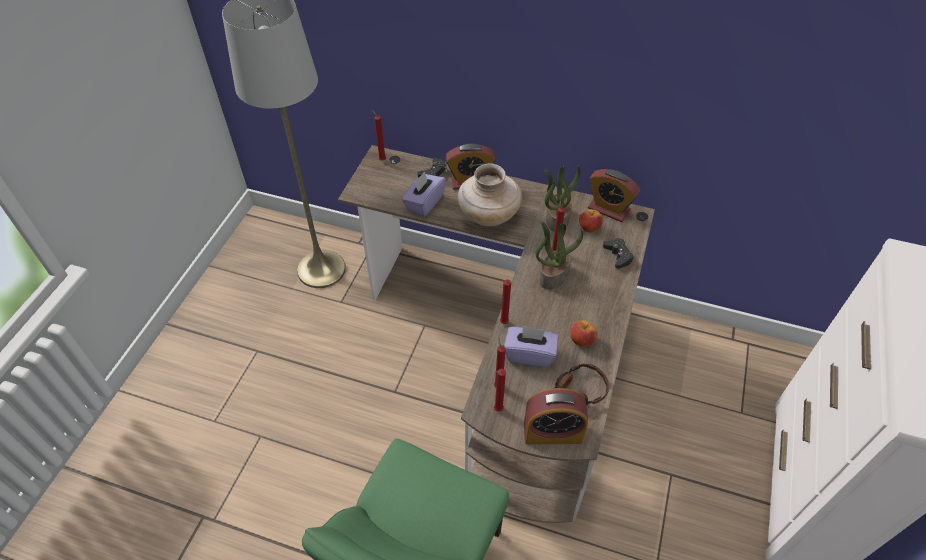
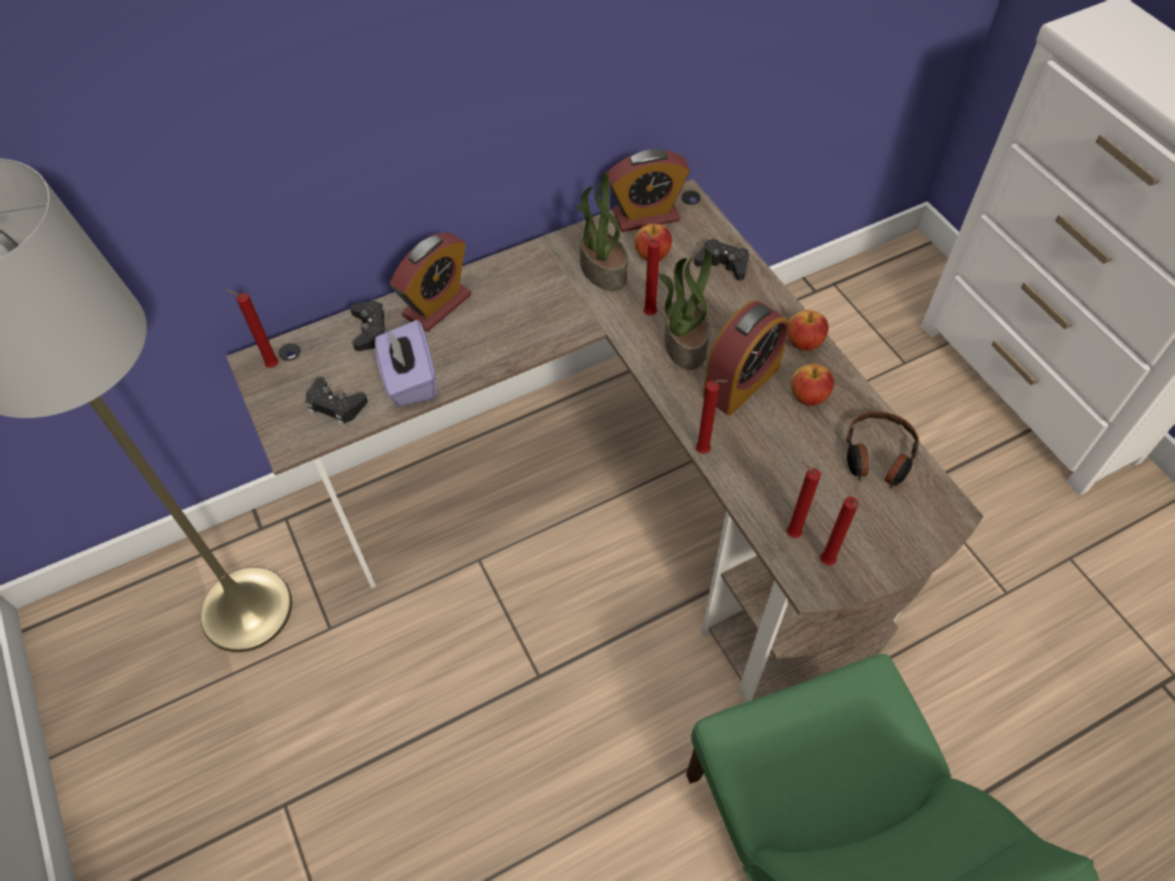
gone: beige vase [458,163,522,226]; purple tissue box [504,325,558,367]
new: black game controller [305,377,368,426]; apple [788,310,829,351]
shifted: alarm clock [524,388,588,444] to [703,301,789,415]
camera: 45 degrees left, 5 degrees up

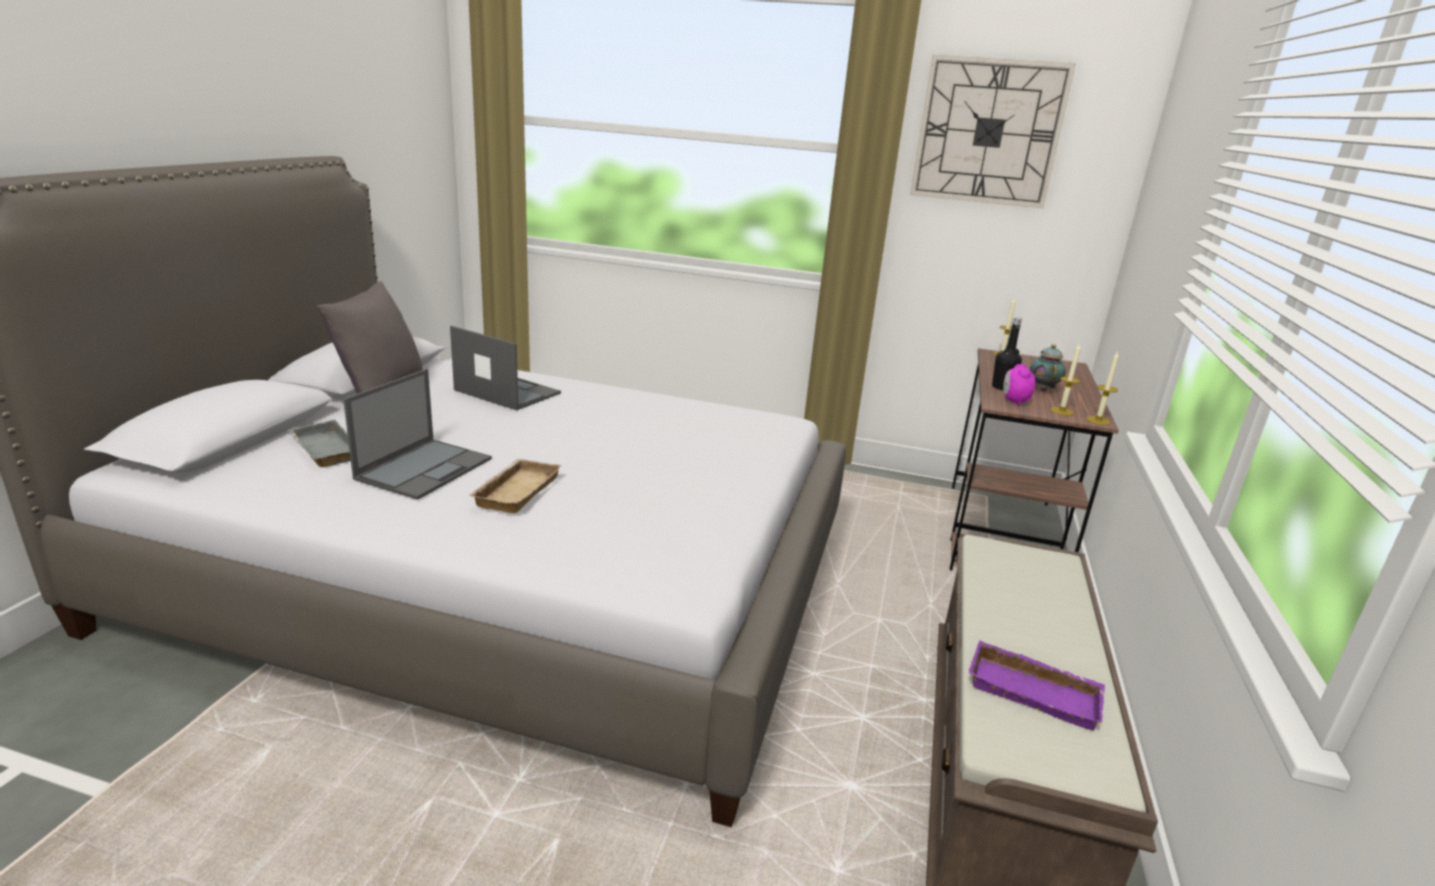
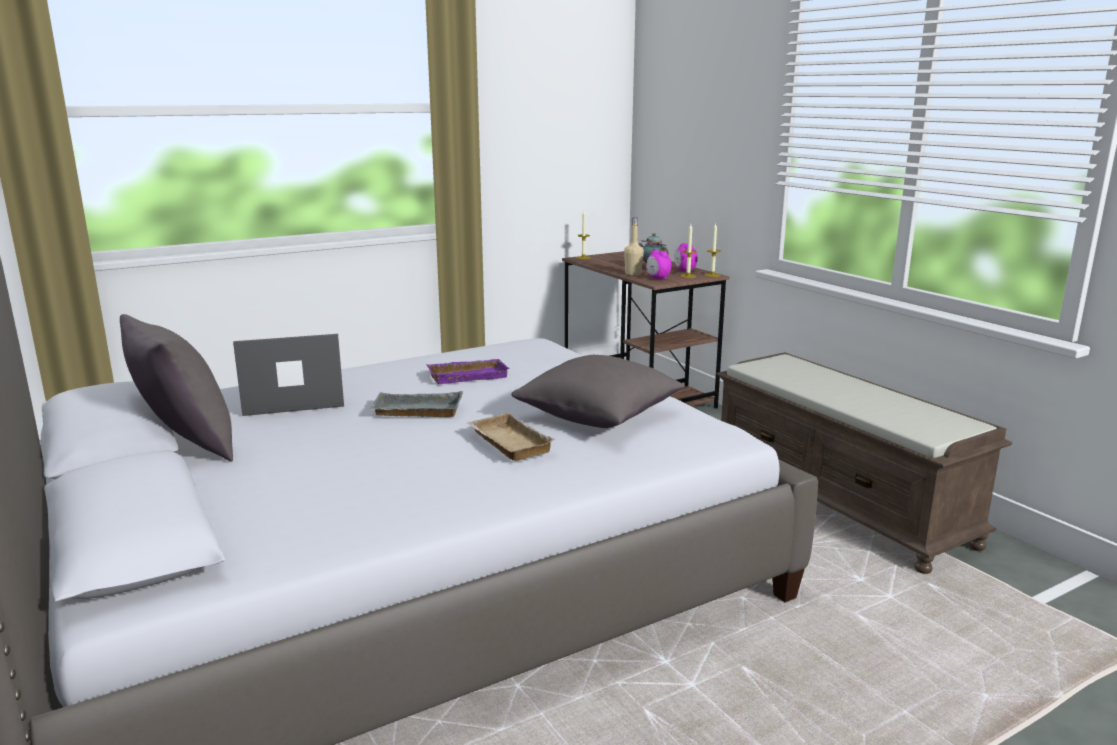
gone: laptop [343,369,492,500]; wall clock [910,55,1076,208]
new: grey pillow [511,355,685,428]; alarm clock [674,243,698,271]
shifted: grey tray [287,420,351,467] to [369,391,463,417]; purple tray [969,640,1105,730] to [426,359,510,384]
repainted: black bottle [992,317,1022,390] to beige bottle [624,218,644,276]
camera: 45 degrees left, 5 degrees down

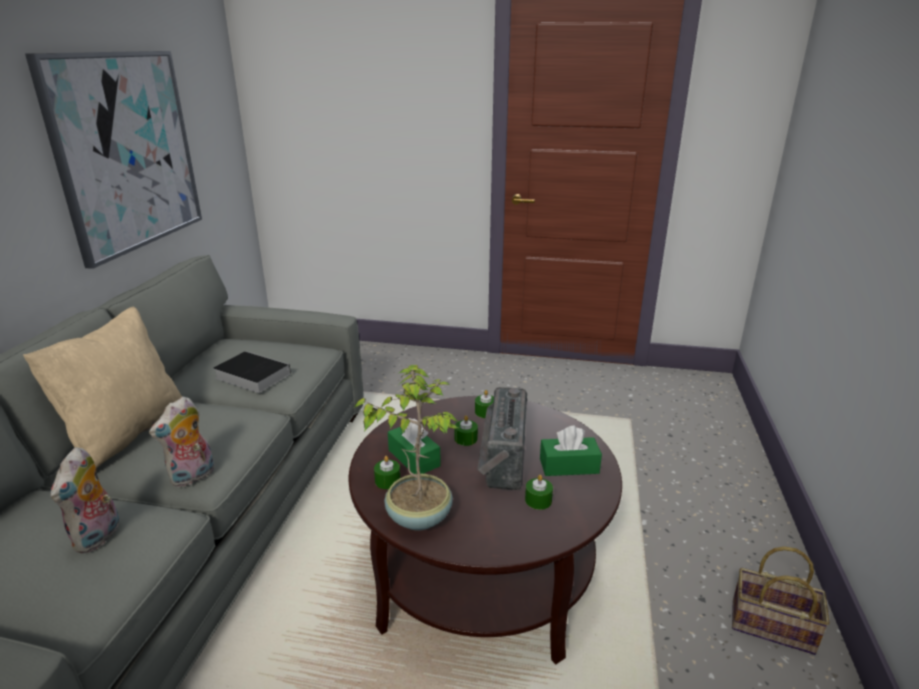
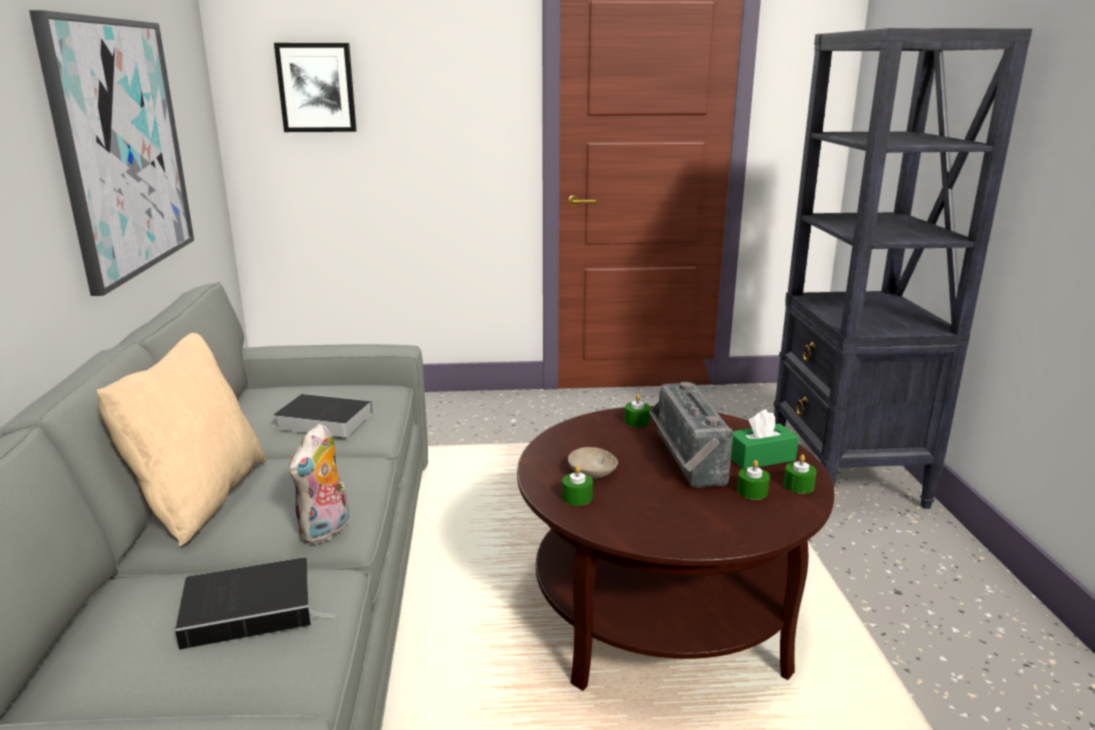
gone: potted plant [354,365,459,531]; basket [732,546,830,655]
new: picture [274,43,357,132]; black bookcase [774,28,1032,509]
shifted: green candle [455,415,478,446] to [784,454,816,494]
swapped: plush toy [50,447,119,553] to book [175,557,335,650]; green tissue box [388,418,441,474] to beige bowl [568,447,618,479]
camera: 15 degrees left, 5 degrees down

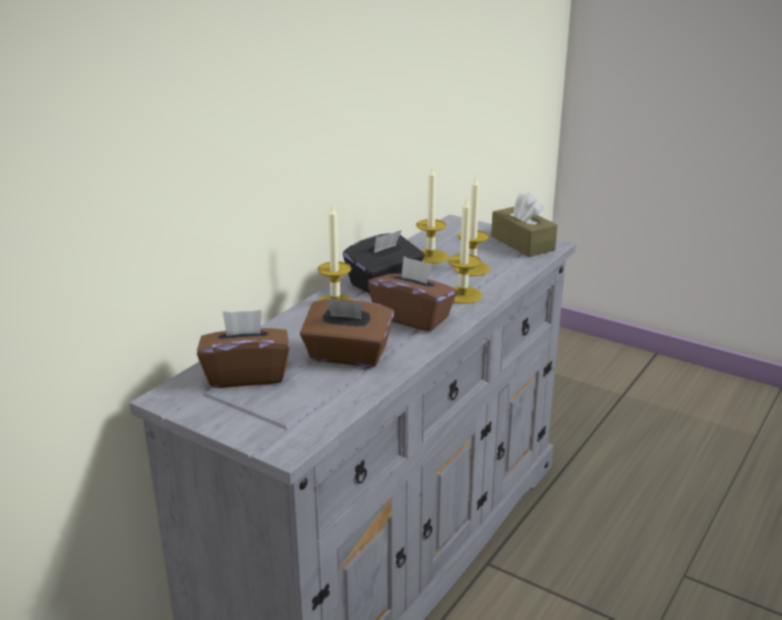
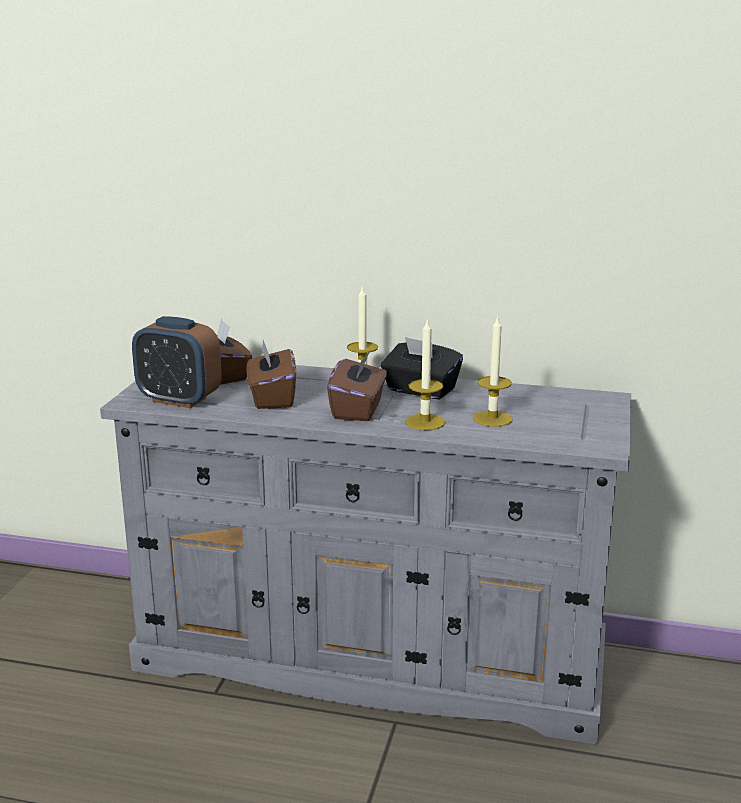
gone: candle [416,165,448,264]; brown tissue box [491,192,557,257]
new: alarm clock [132,316,222,408]
camera: 70 degrees right, 5 degrees down

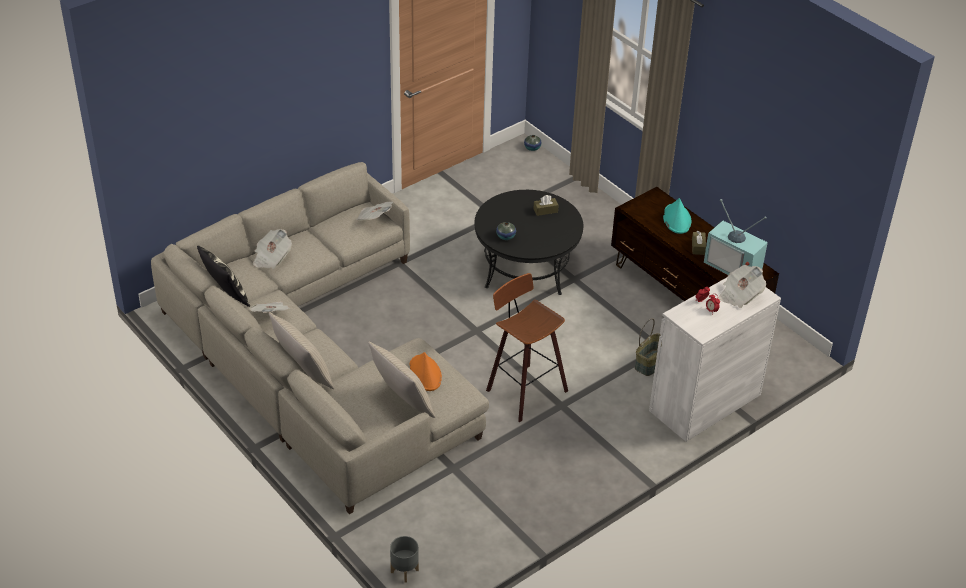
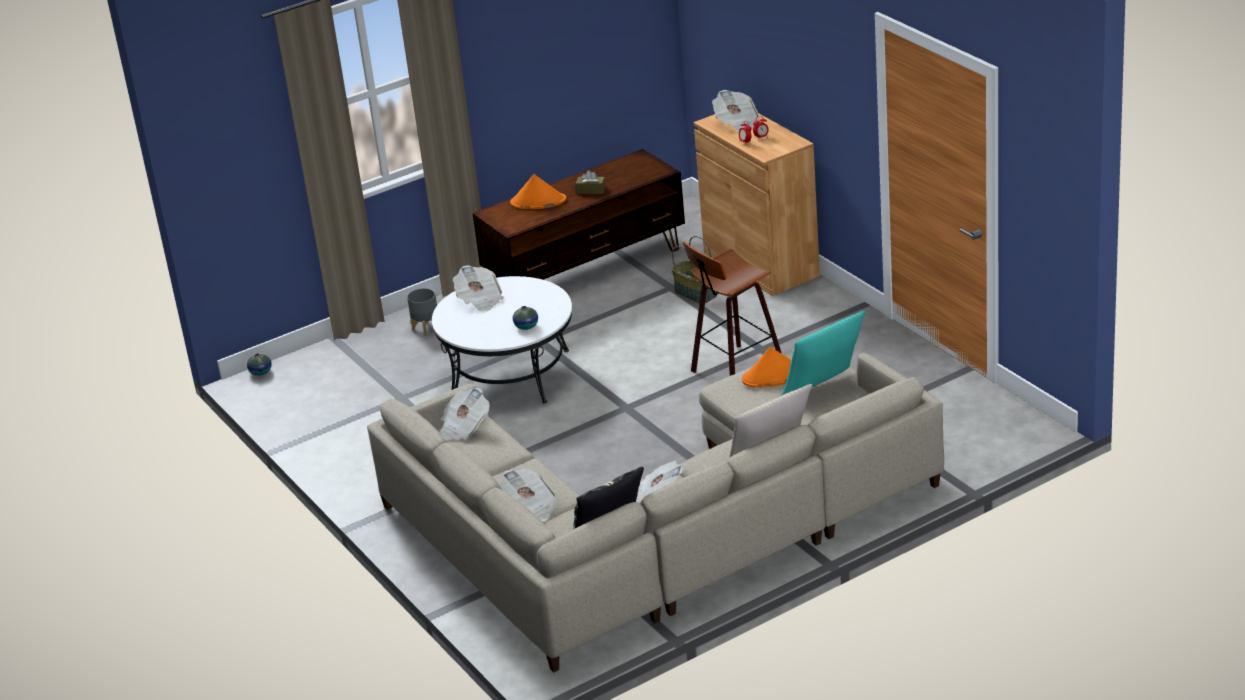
gone: television [704,199,768,275]
shifted: grey planter [390,536,419,583] to [407,288,437,336]
swapped: brown tissue box [533,195,559,216] to newspaper [453,265,504,313]
repainted: beige pillow [368,341,435,418] to turquoise pillow [781,311,866,396]; black coffee table [474,190,583,295] to white coffee table [432,276,572,404]; white cabinet [649,278,781,442] to brown cabinet [694,113,820,296]; turquoise hat [663,198,691,234] to orange hat [510,174,566,209]
camera: 80 degrees left, 10 degrees down

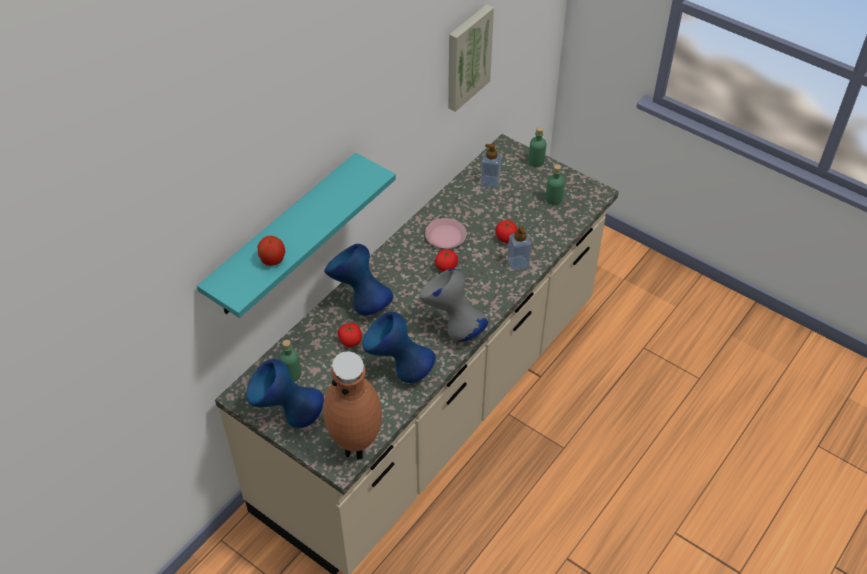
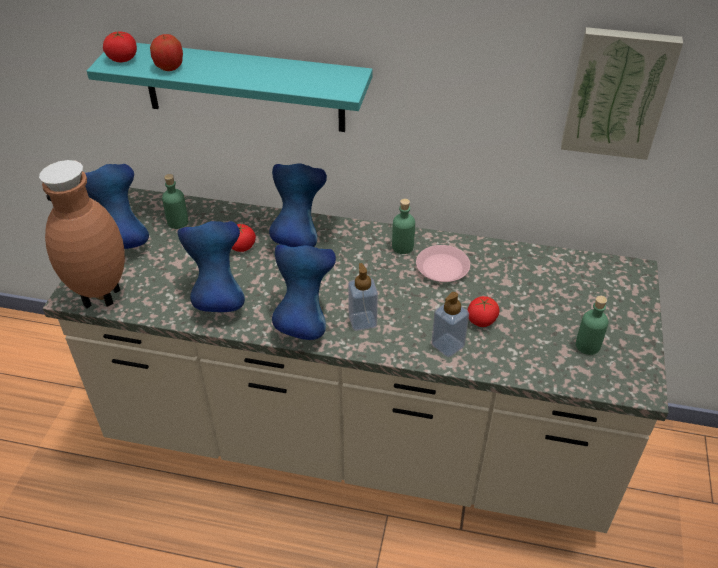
shifted: tomato [435,249,458,272] to [103,31,137,62]; soap dispenser [481,144,501,188] to [348,263,378,331]; green bottle [528,127,546,167] to [392,199,415,254]
repainted: grey vase [419,269,488,342] to blue vase [272,244,336,340]
camera: 65 degrees right, 5 degrees down

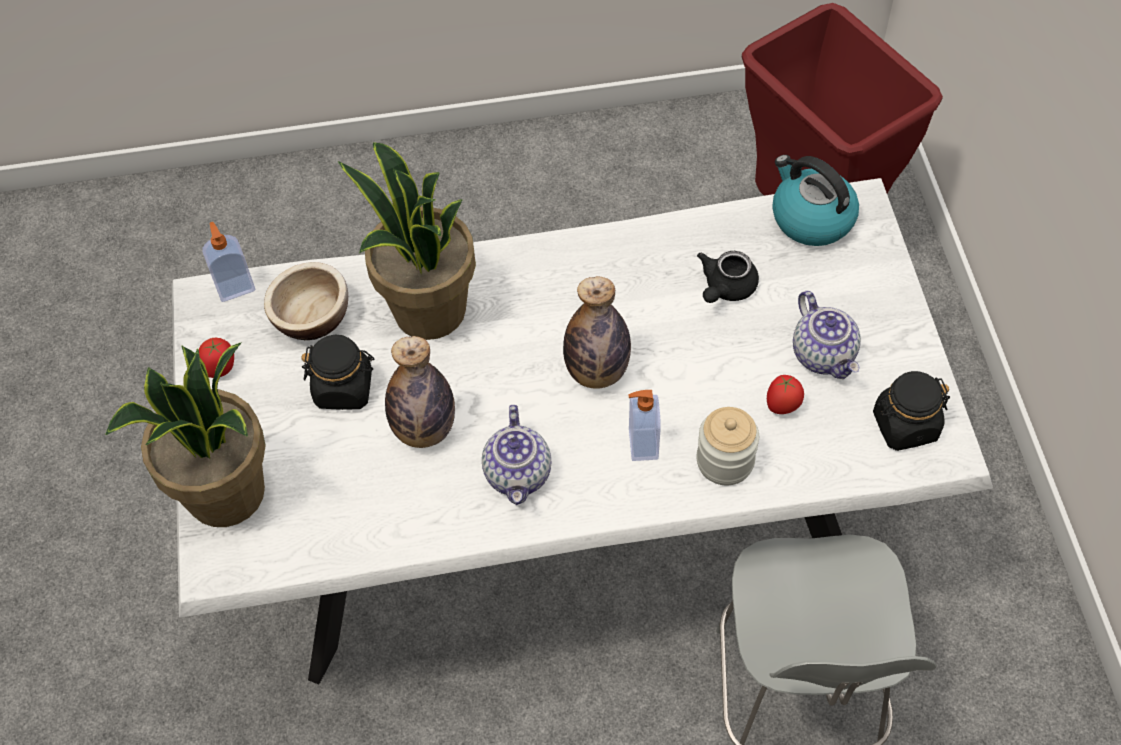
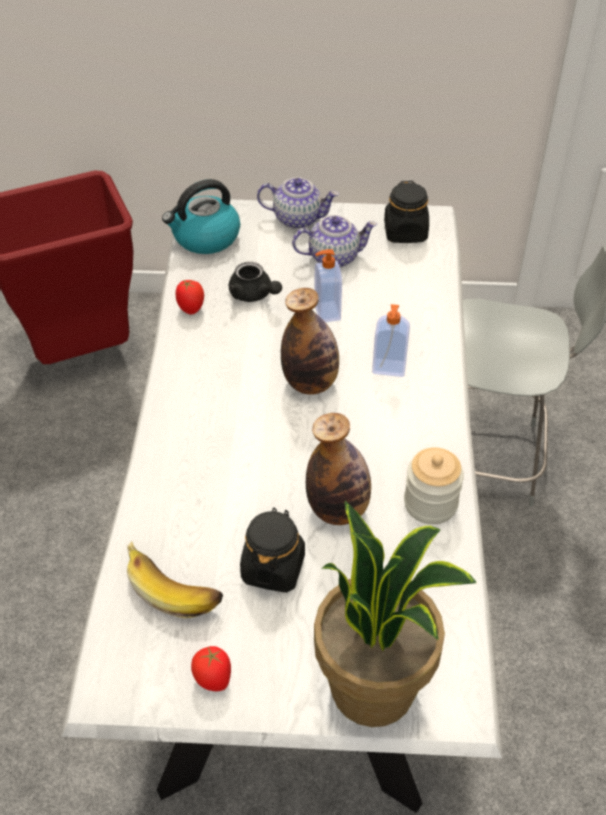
gone: potted plant [338,142,476,340]
shifted: soap dispenser [202,222,255,302] to [314,249,342,322]; teapot [482,405,551,505] to [257,177,339,229]; jar [696,407,759,485] to [404,448,464,524]; tomato [767,375,804,414] to [175,280,204,315]
swapped: bowl [264,262,348,340] to banana [127,541,223,618]
camera: 80 degrees left, 10 degrees down

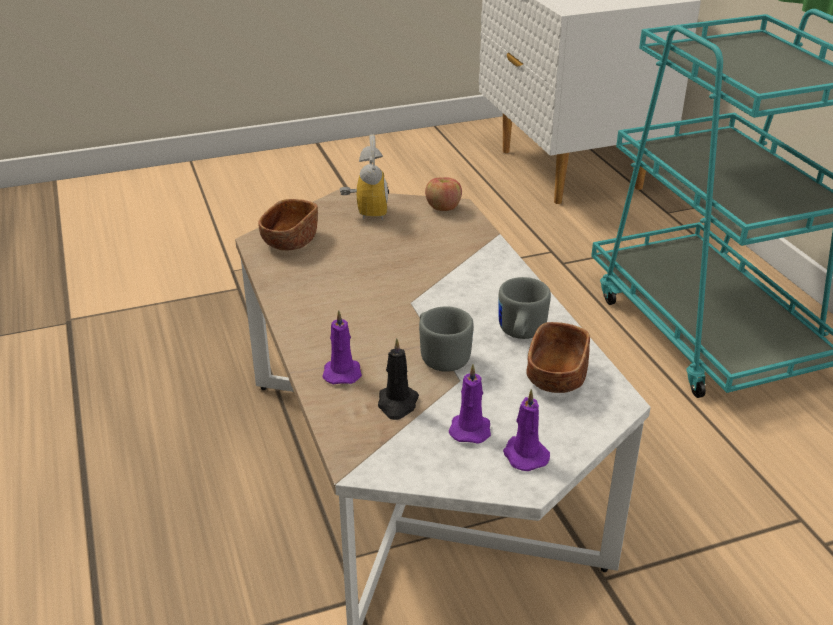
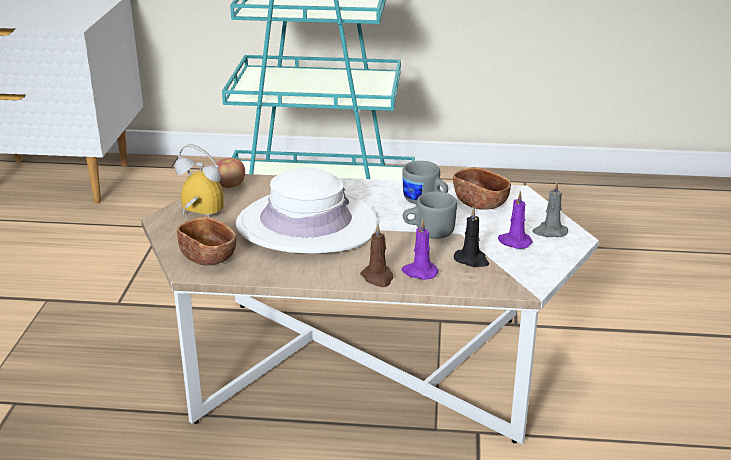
new: white hat [236,167,378,253]; brown candle [360,224,393,287]
repainted: purple candle [503,389,550,471] to grey candle [532,181,568,237]
camera: 65 degrees left, 5 degrees down

